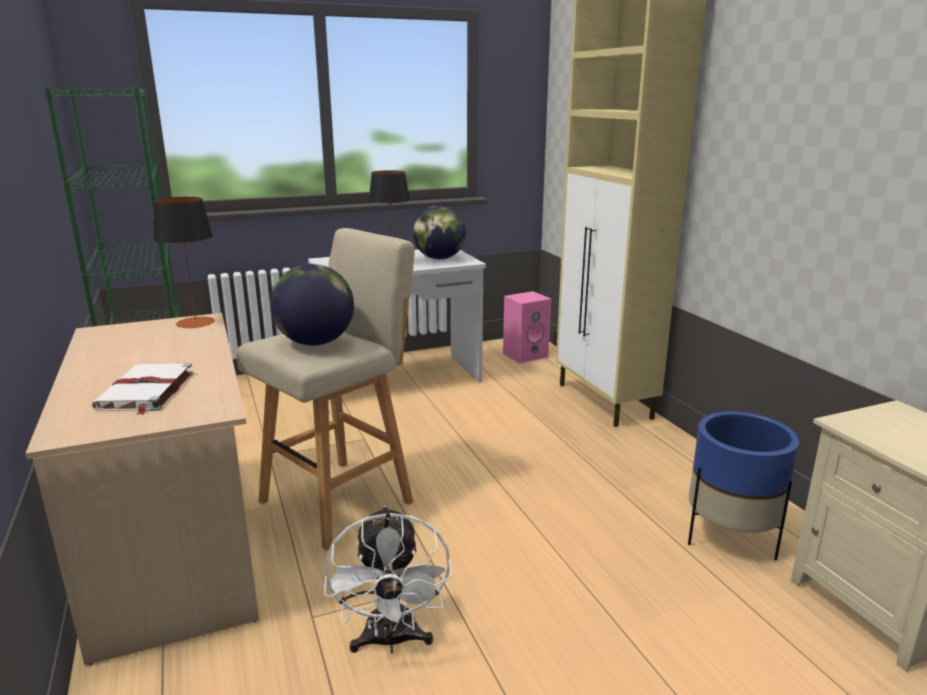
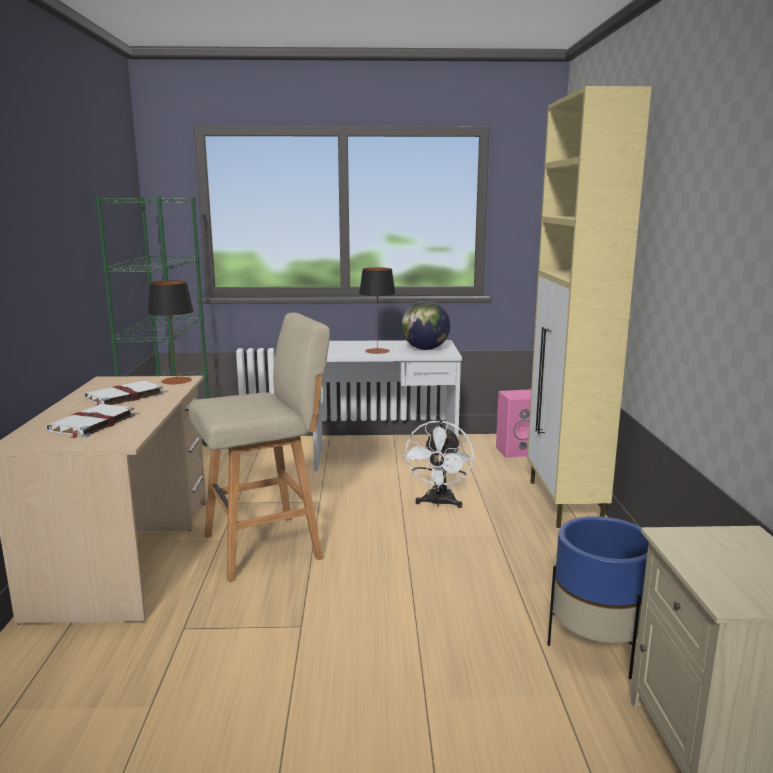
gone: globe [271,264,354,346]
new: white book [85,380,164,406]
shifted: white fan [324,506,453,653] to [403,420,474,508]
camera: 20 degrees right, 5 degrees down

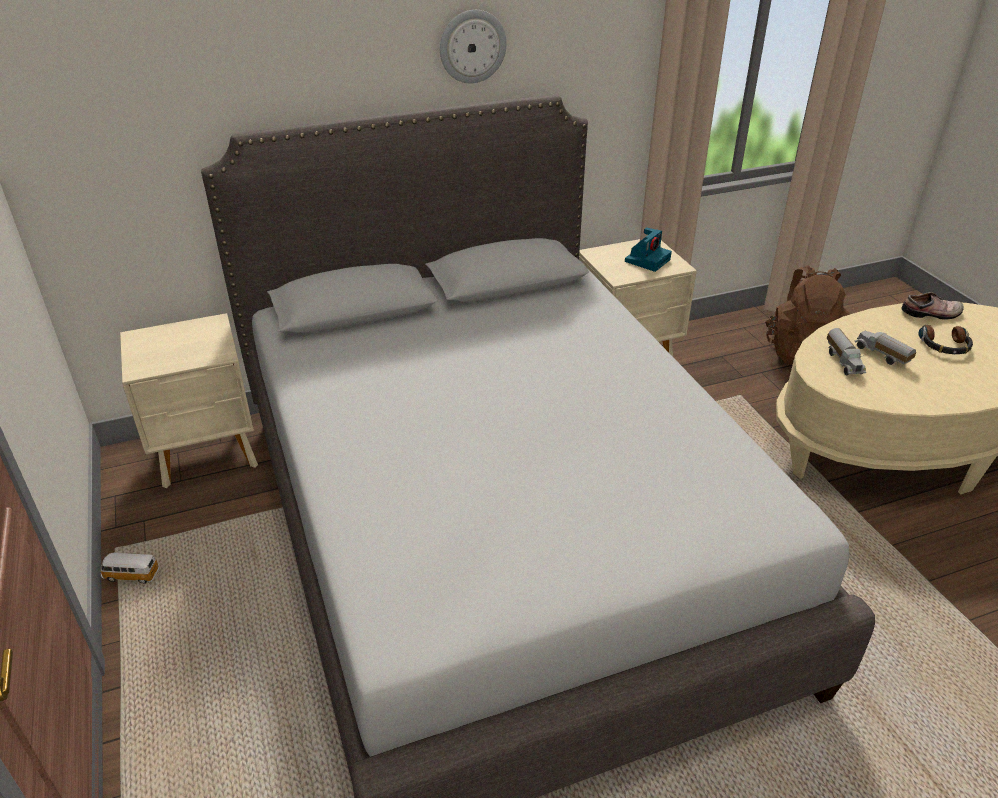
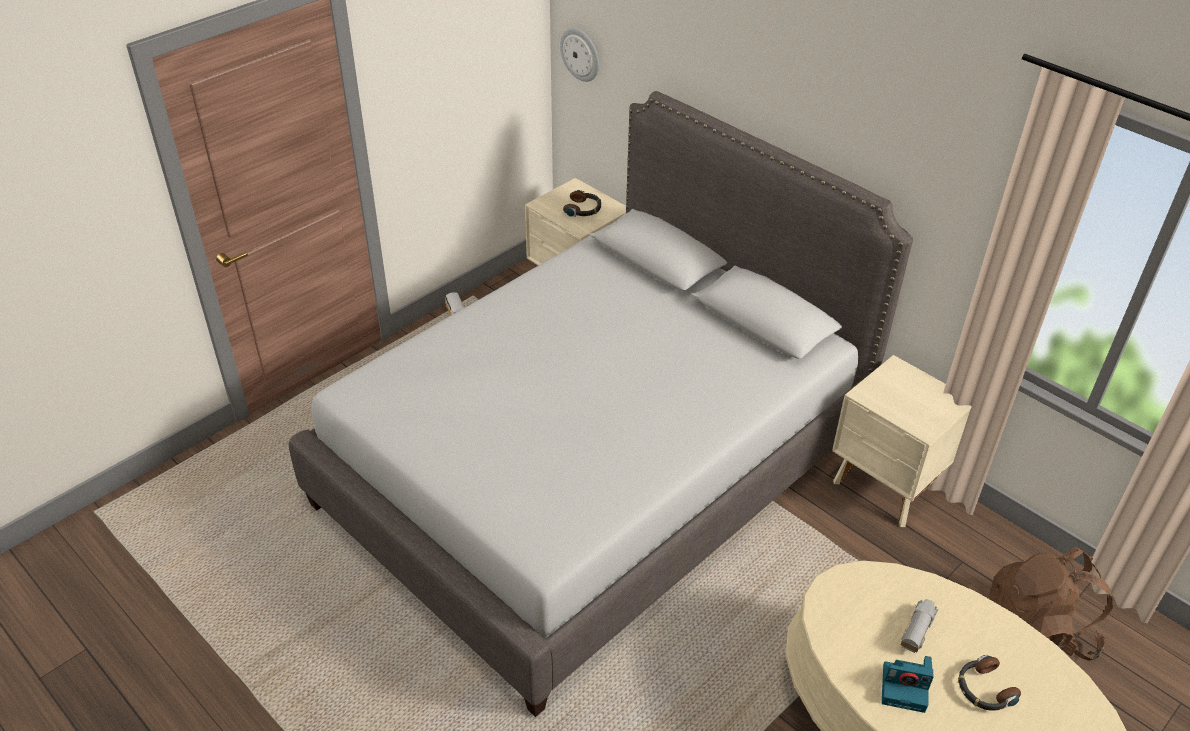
gone: toy truck [826,328,866,375]; shoe [901,292,964,319]
new: headphones [563,190,601,217]
shifted: wall clock [440,10,506,83] to [560,28,599,82]; photo camera [625,227,672,272] to [882,656,934,713]
camera: 65 degrees right, 5 degrees up

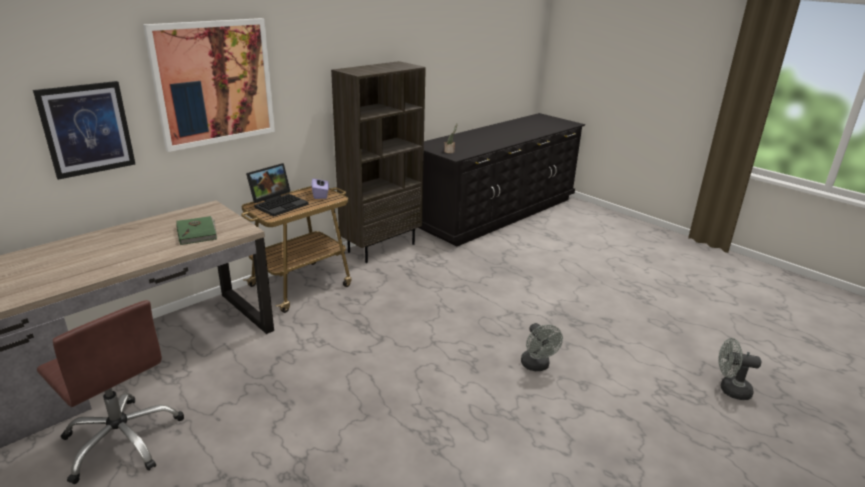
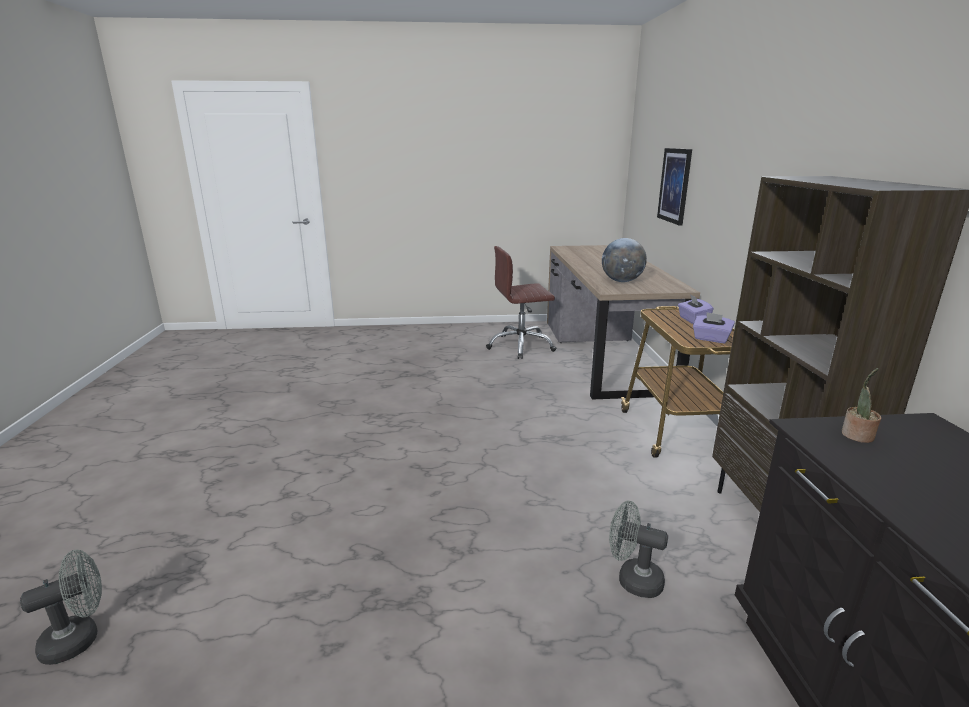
gone: picture [143,18,275,152]
shifted: grey fan [521,323,563,371] to [609,501,668,598]
swapped: green book [176,216,217,245] to globe [602,238,647,282]; laptop [246,163,309,216] to purple tissue box [678,294,713,324]
camera: 130 degrees right, 5 degrees down

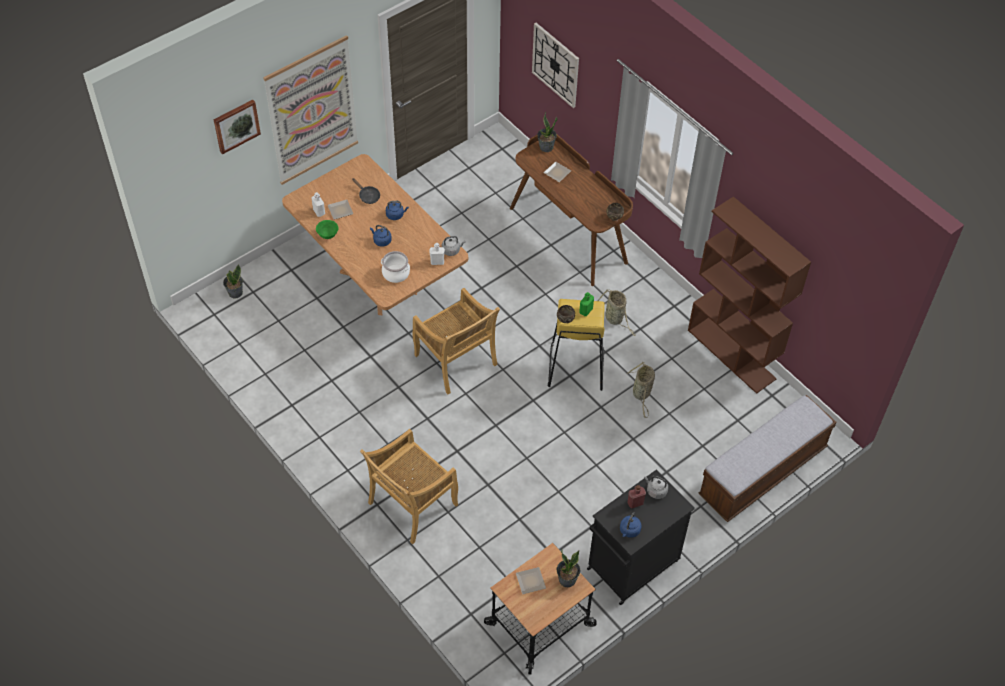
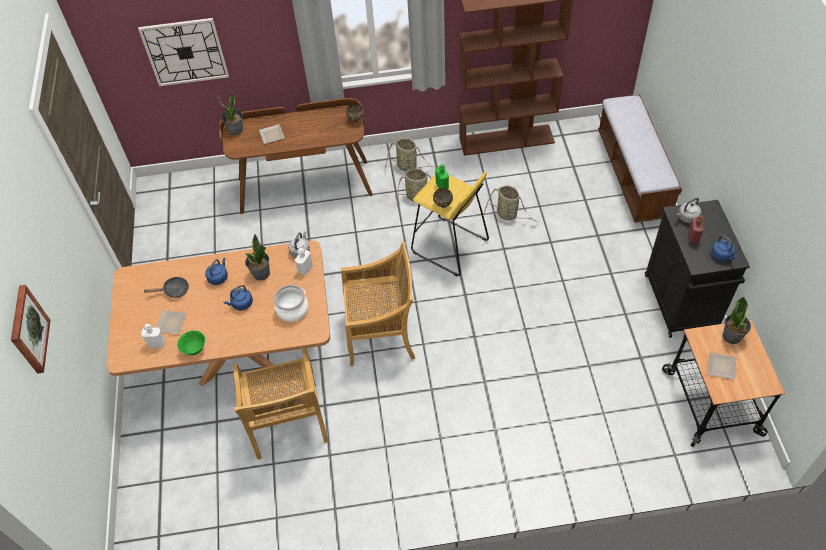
gone: picture [263,35,358,185]
new: basket [385,138,437,172]
shifted: potted plant [223,264,243,299] to [245,234,270,280]; beige chair [360,429,458,544] to [232,348,329,460]
camera: 55 degrees left, 0 degrees up

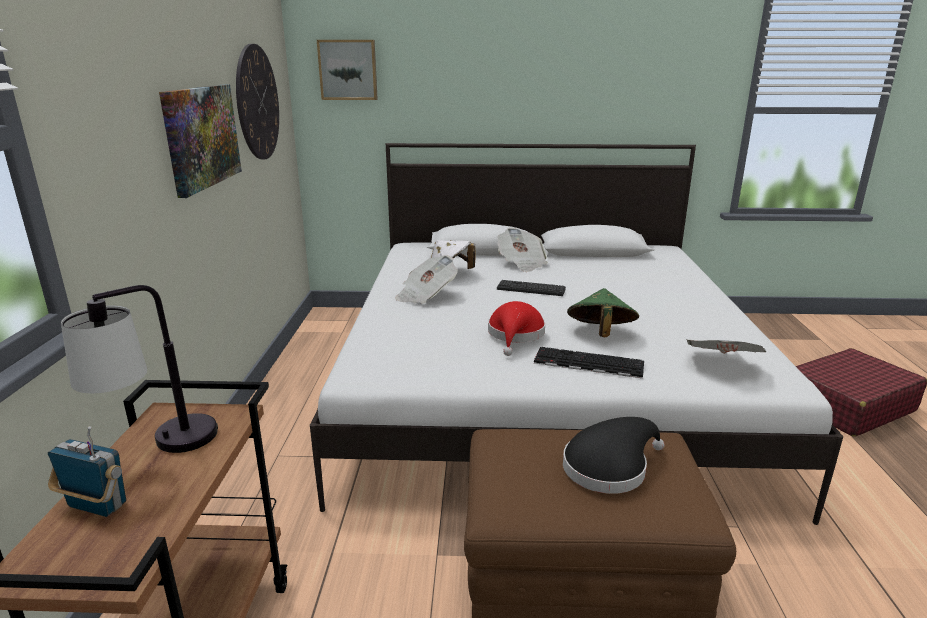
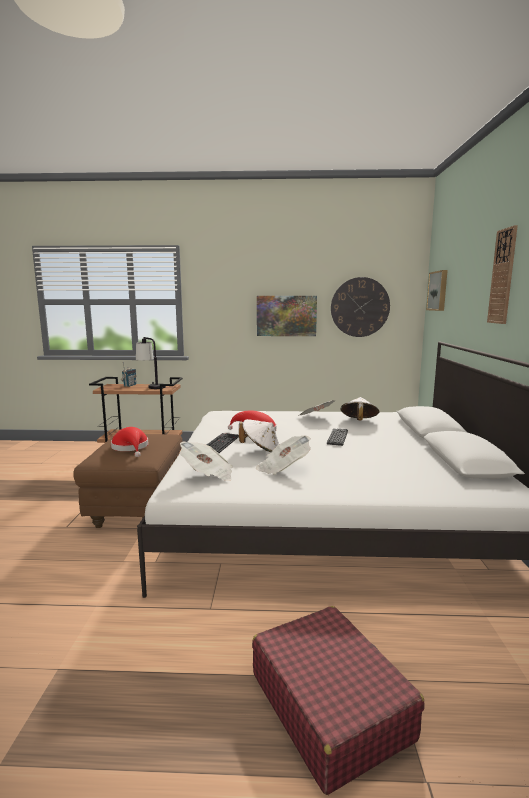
new: wall clock [487,225,518,324]
shifted: newspaper [497,228,548,272] to [256,436,311,475]
repainted: black hat [563,417,665,494] to red hat [111,427,148,457]; green hat [567,288,639,337] to white hat [239,419,279,452]
camera: 90 degrees right, 10 degrees down

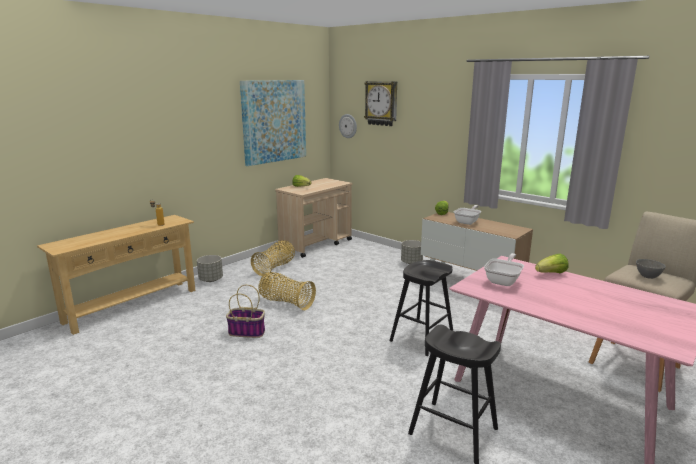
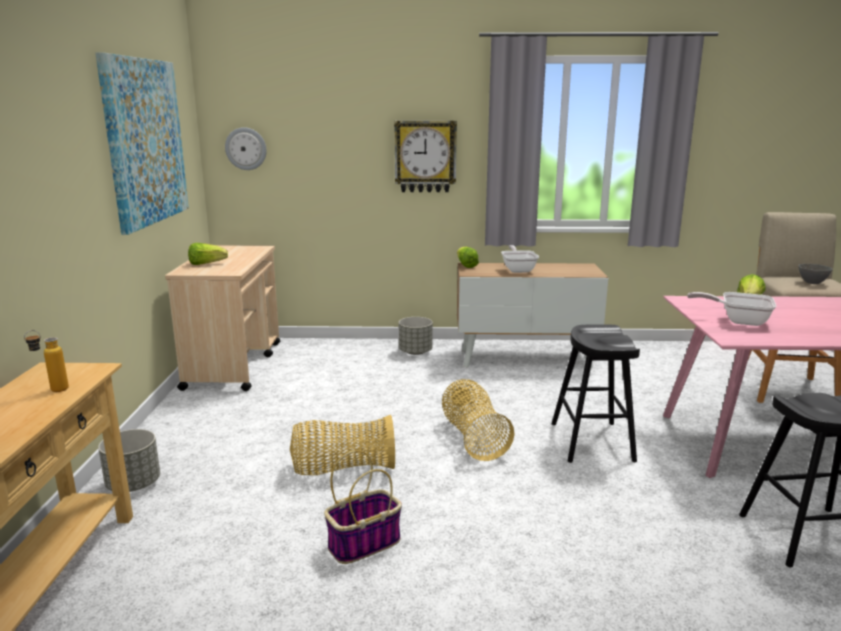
shifted: basket [251,240,295,276] to [442,379,515,461]; wall clock [364,81,397,126] to [394,121,457,192]
rotated: frying pan [484,253,524,286] = [687,292,776,326] 60 degrees counterclockwise
camera: 40 degrees left, 0 degrees up

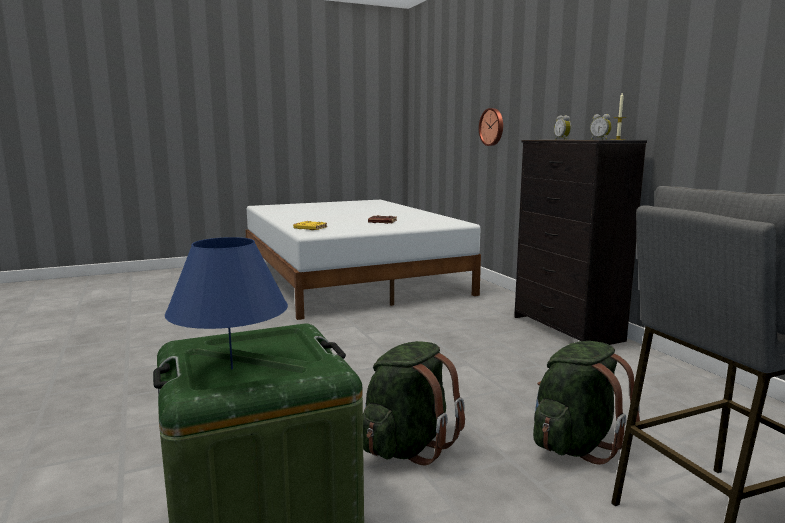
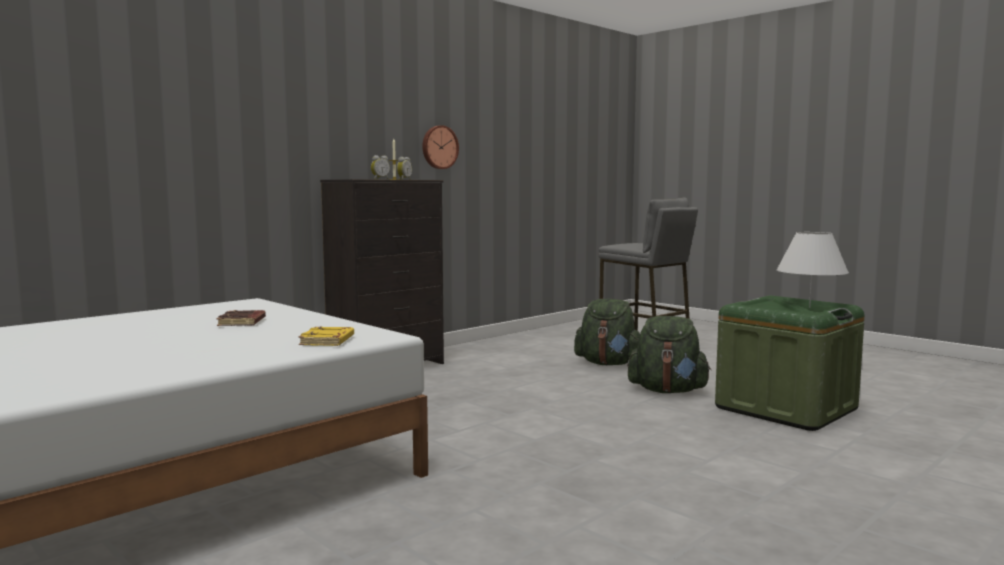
shifted: wall clock [479,108,503,146] to [422,125,459,169]
repainted: blue table lamp [165,237,288,369] to white table lamp [776,232,849,307]
camera: 110 degrees left, 5 degrees down

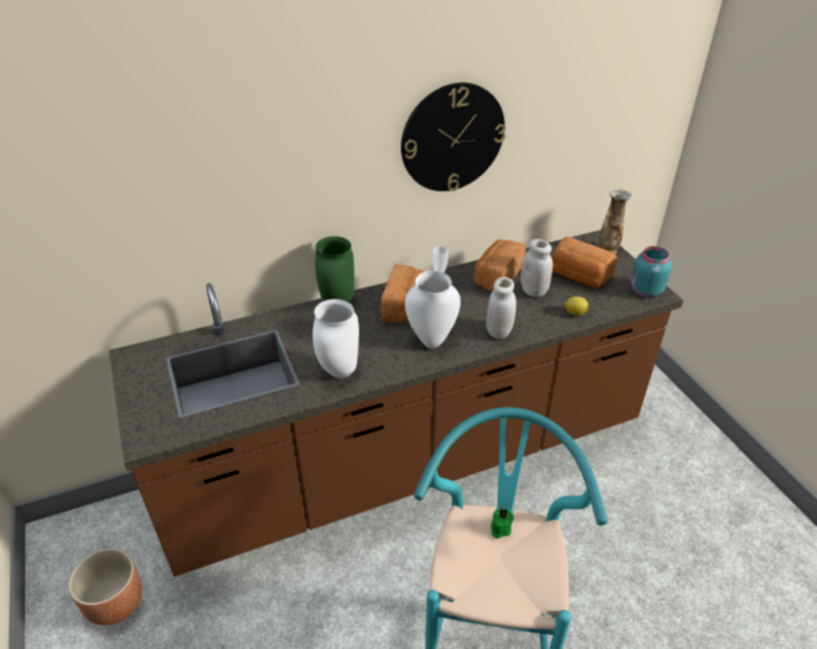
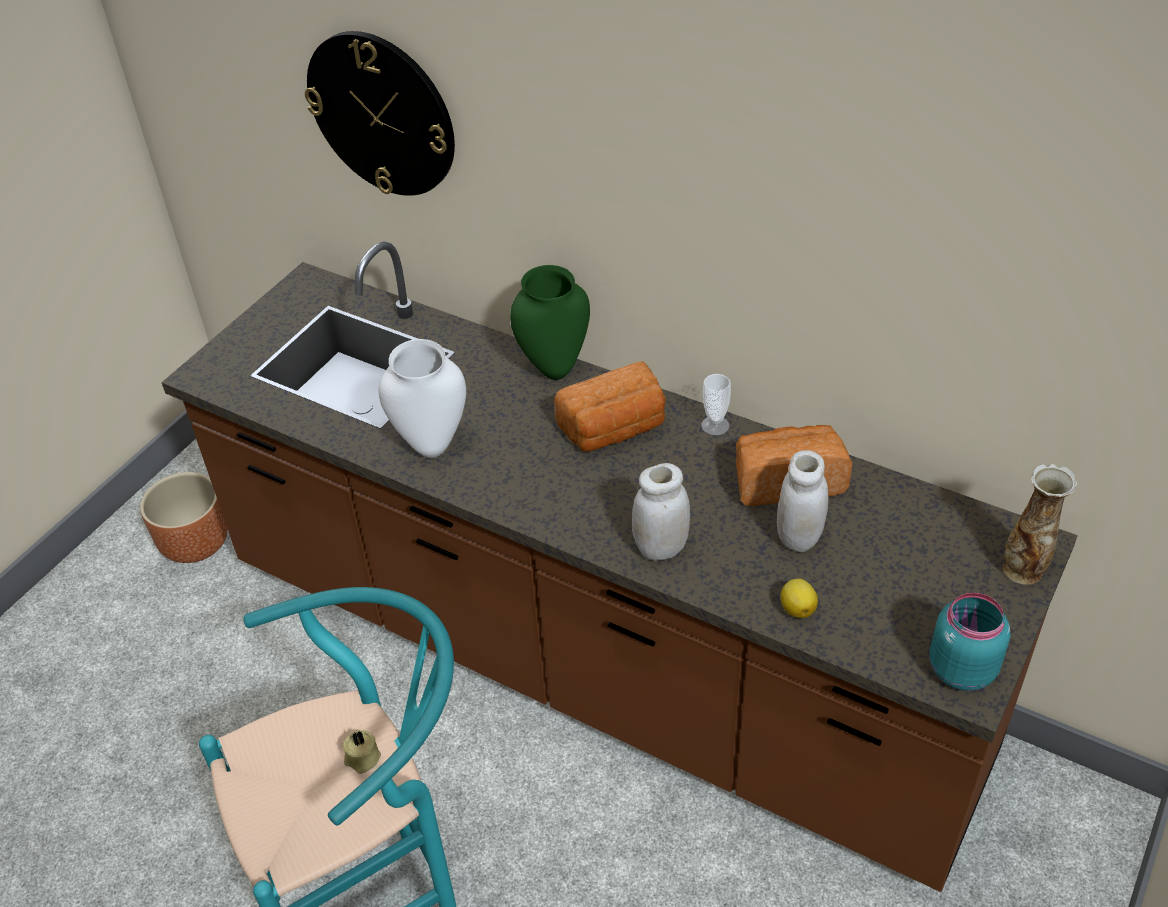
gone: white vase [405,271,460,349]; bread [552,237,618,288]
shifted: wall clock [401,83,506,191] to [305,31,455,196]
repainted: green candle [491,508,514,539] to beige candle [342,730,381,774]
camera: 55 degrees right, 5 degrees up

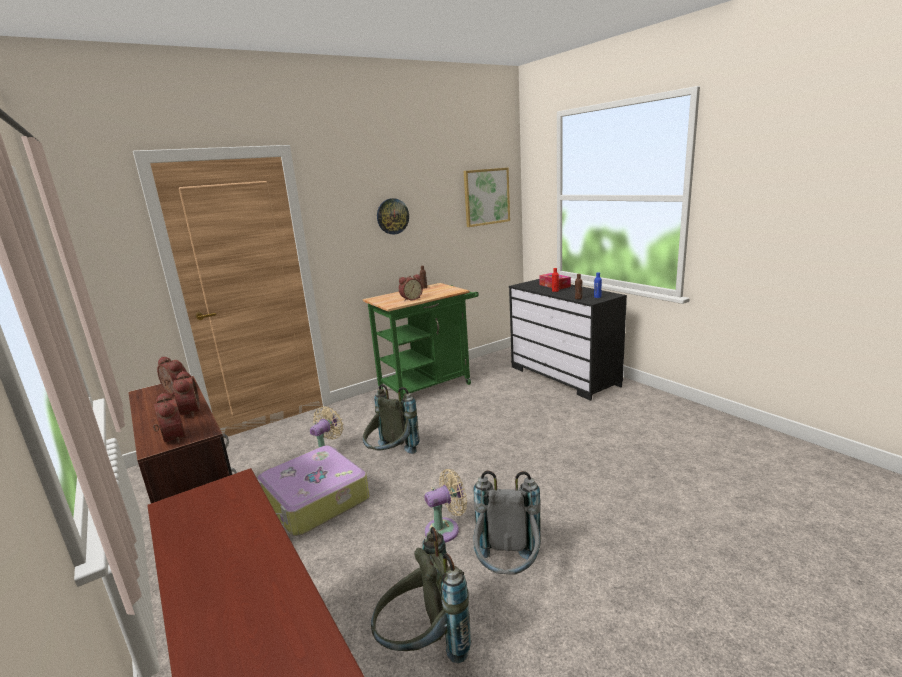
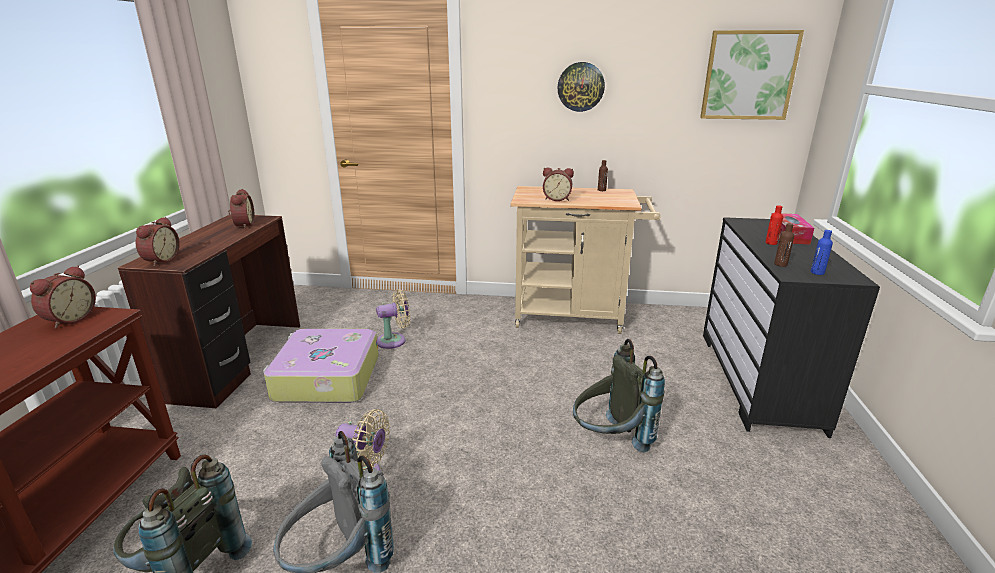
shifted: alarm clock [173,371,200,417] to [30,265,96,329]; grey backpack [363,384,419,454] to [573,339,665,453]
repainted: green cart [363,283,479,401] to beige cart [511,186,661,334]
camera: 40 degrees right, 5 degrees up

